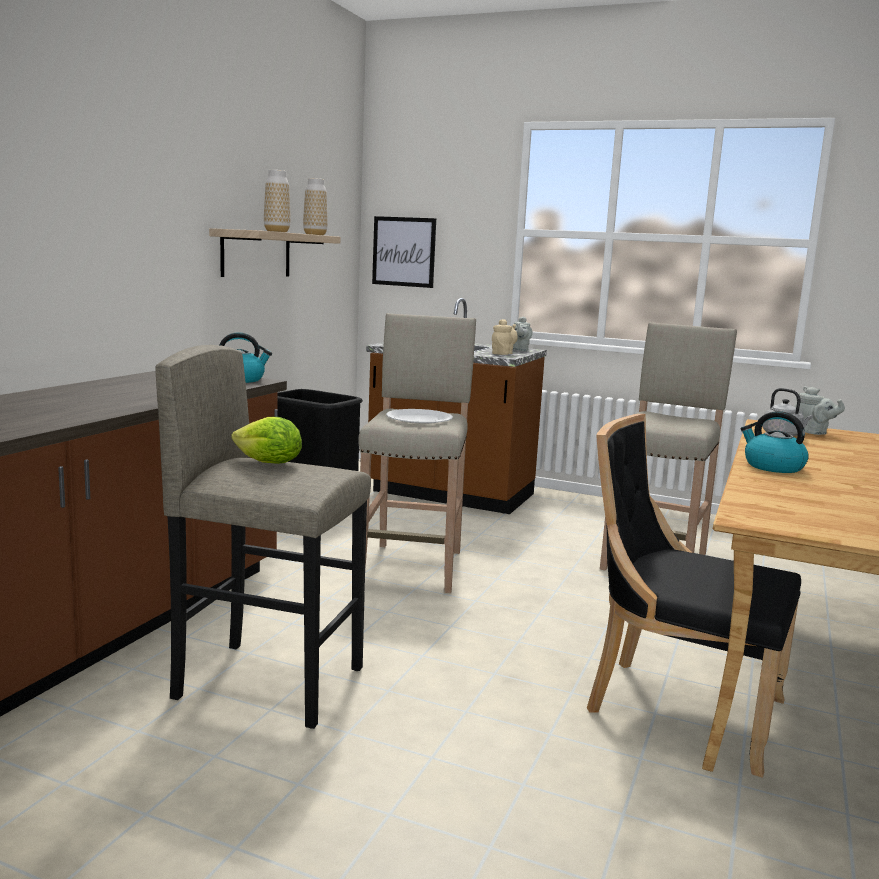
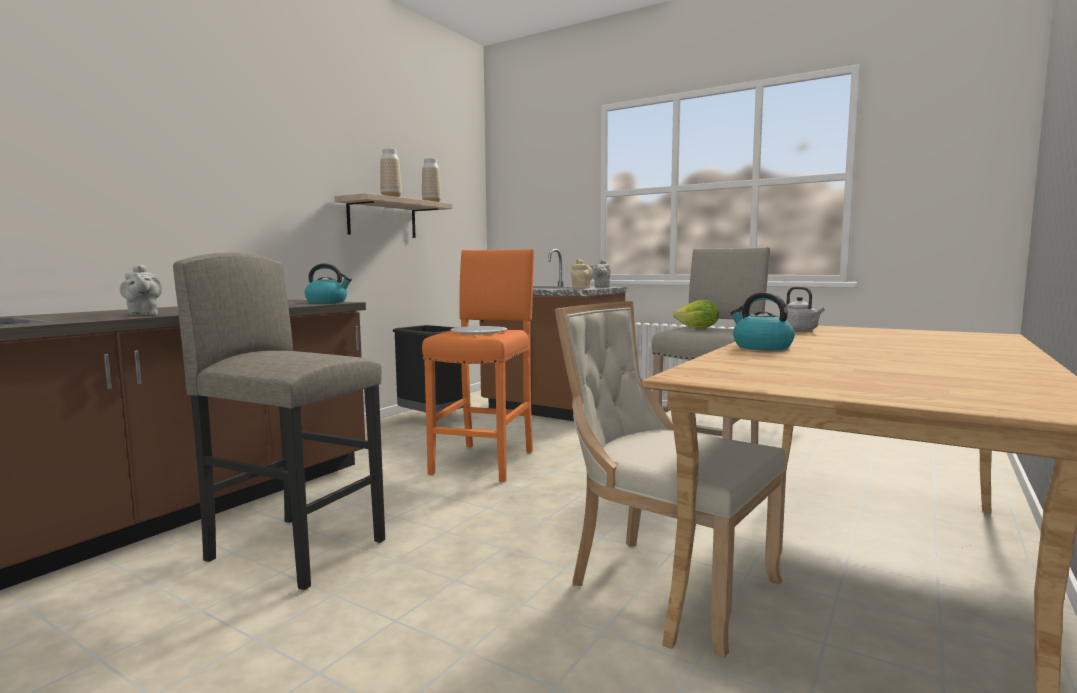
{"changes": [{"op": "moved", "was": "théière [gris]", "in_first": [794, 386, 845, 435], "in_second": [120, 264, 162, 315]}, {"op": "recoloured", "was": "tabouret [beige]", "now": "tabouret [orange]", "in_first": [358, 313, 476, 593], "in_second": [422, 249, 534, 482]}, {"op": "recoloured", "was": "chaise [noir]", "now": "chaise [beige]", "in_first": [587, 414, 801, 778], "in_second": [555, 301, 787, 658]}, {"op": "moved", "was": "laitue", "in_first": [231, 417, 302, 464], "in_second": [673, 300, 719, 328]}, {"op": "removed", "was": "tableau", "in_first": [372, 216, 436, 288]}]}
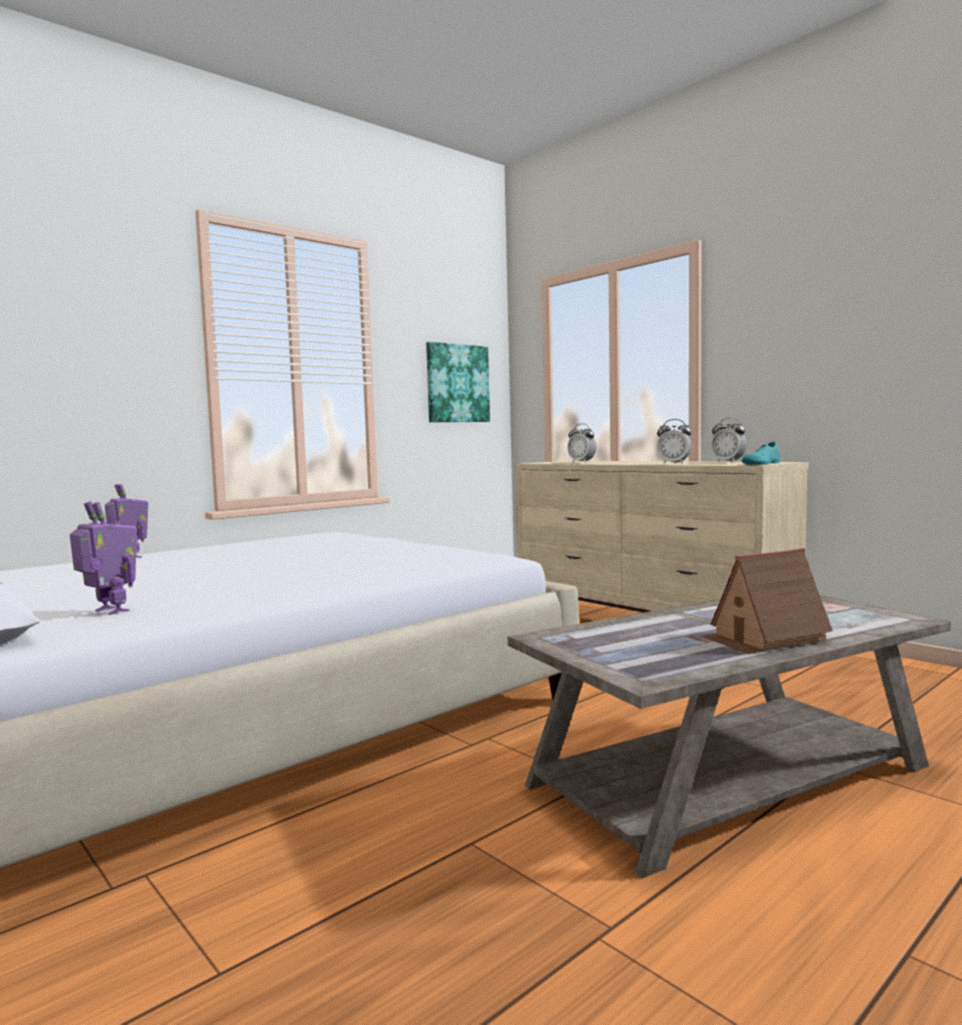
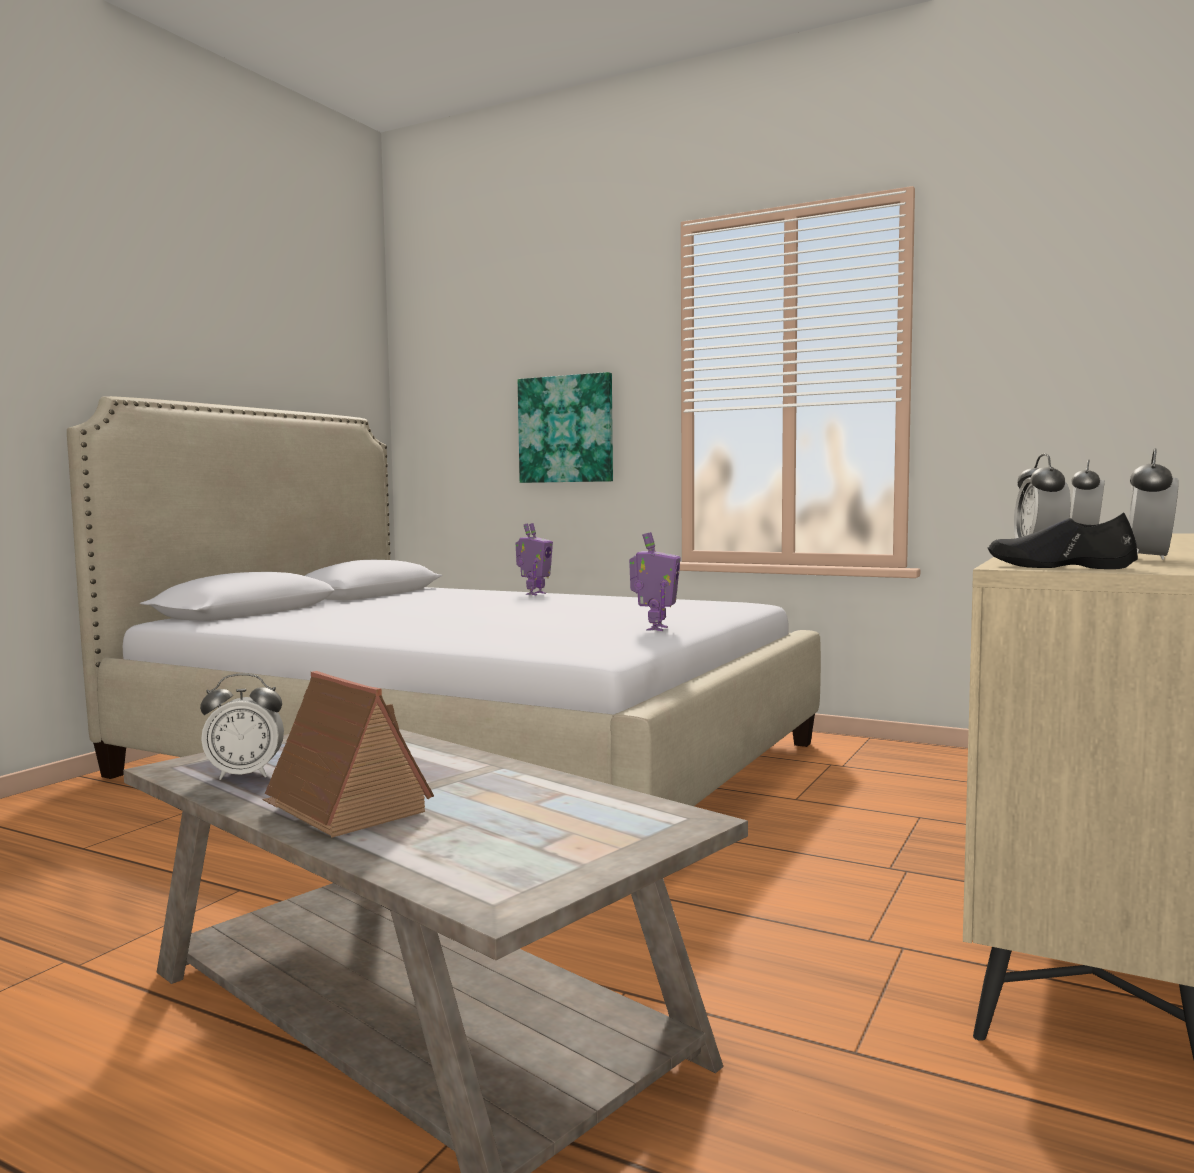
{"changes": [{"op": "added", "now": "réveil", "in_second": [200, 673, 284, 780]}, {"op": "moved", "was": "tableau", "in_first": [426, 342, 490, 422], "in_second": [518, 372, 613, 483]}, {"op": "moved", "was": "robot jouet", "in_first": [70, 501, 137, 615], "in_second": [629, 532, 681, 631]}, {"op": "recoloured", "was": "chaussure [turquoise]", "now": "chaussure [noir]", "in_first": [742, 441, 780, 465], "in_second": [988, 513, 1138, 569]}]}
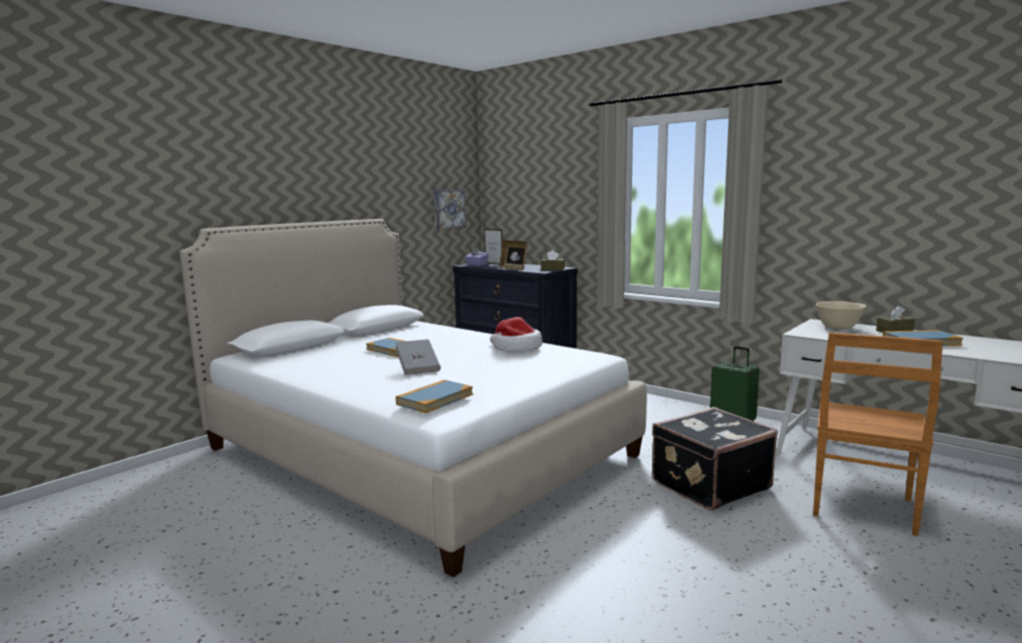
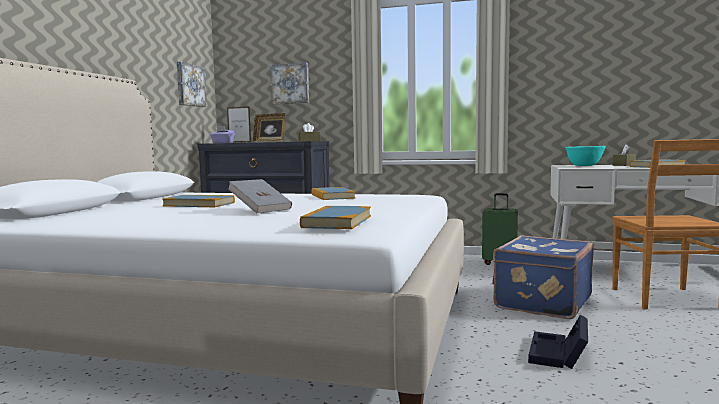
{"changes": [{"op": "added", "now": "tableau", "in_second": [270, 63, 309, 105]}, {"op": "replaced", "was": "chapeau", "now": "livre", "in_first": [490, 317, 542, 352], "in_second": [311, 187, 356, 200]}, {"op": "recoloured", "was": "valise [noir]", "now": "valise [bleu]", "in_first": [652, 407, 778, 510], "in_second": [492, 235, 594, 319]}, {"op": "added", "now": "boîte de rangement [noir]", "in_second": [528, 315, 588, 369]}, {"op": "recoloured", "was": "bol [beige]", "now": "bol [turquoise]", "in_first": [816, 301, 866, 329], "in_second": [566, 146, 606, 166]}]}
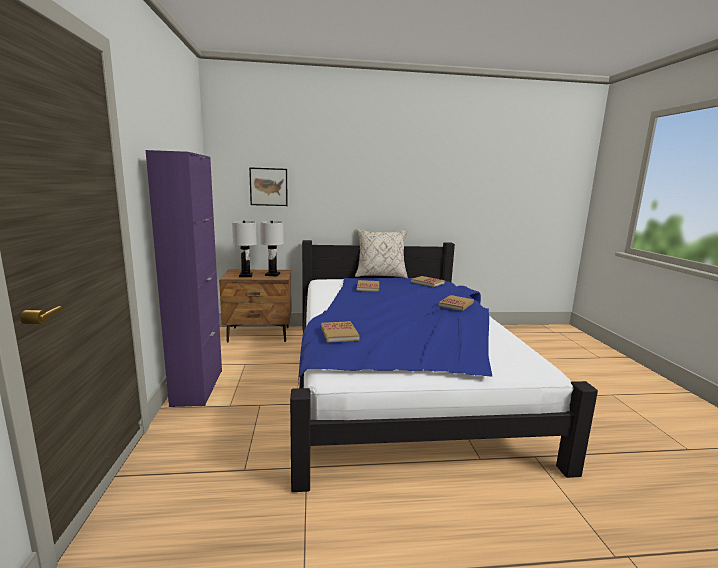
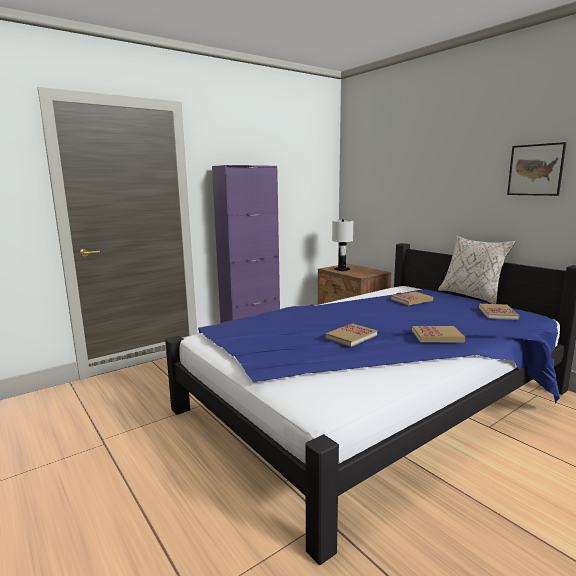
{"changes": [{"op": "moved", "was": "livre", "in_first": [321, 321, 360, 343], "in_second": [325, 323, 377, 347]}, {"op": "moved", "was": "tableau", "in_first": [249, 167, 288, 206], "in_second": [507, 142, 566, 196]}, {"op": "removed", "was": "lampe de table [blanc]", "in_first": [260, 221, 284, 277]}]}
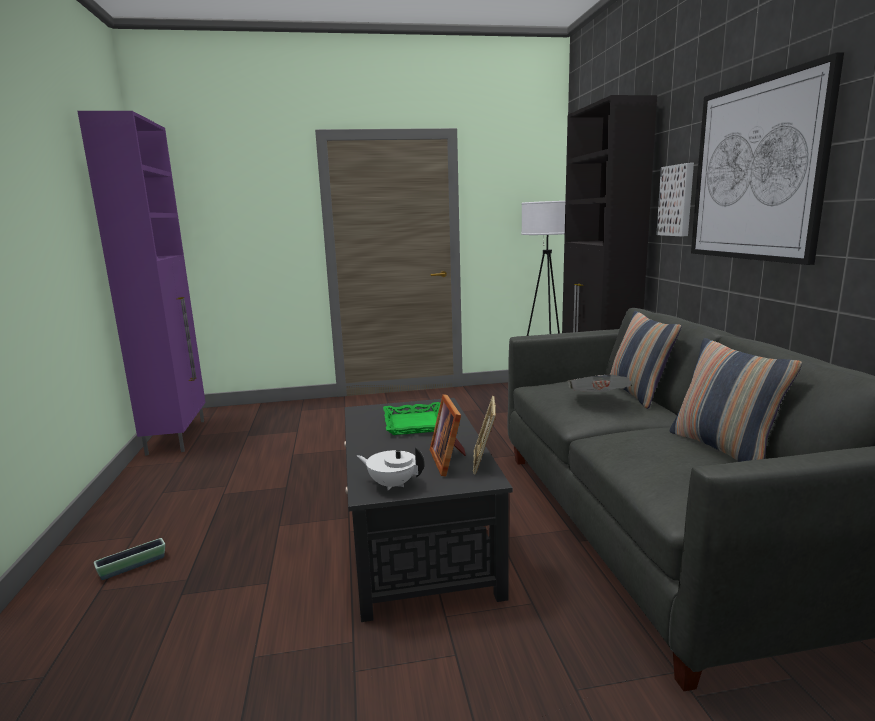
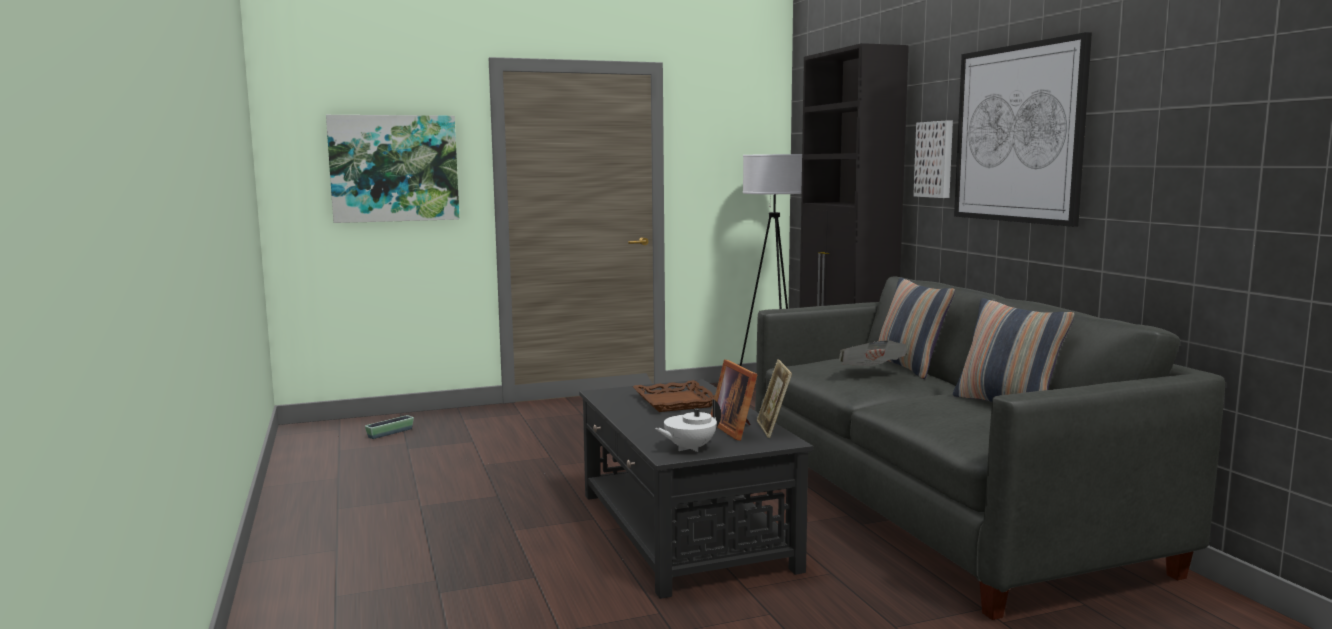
{"changes": [{"op": "added", "now": "tableau", "in_second": [326, 115, 459, 223]}, {"op": "moved", "was": "cache-pot", "in_first": [94, 538, 165, 580], "in_second": [365, 415, 414, 439]}, {"op": "recoloured", "was": "plateau [vert]", "now": "plateau [marron]", "in_first": [383, 402, 440, 435], "in_second": [633, 380, 715, 412]}, {"op": "turned", "was": "théière [blanc]", "in_first": [357, 447, 425, 491], "in_second": [655, 399, 721, 452], "clockwise": -45}, {"op": "removed", "was": "meuble de rangement [violet]", "in_first": [77, 111, 206, 456]}]}
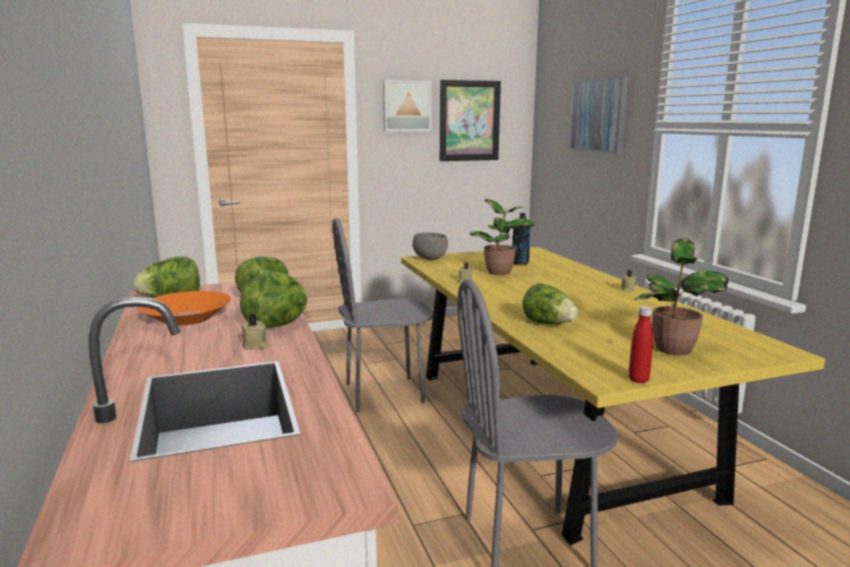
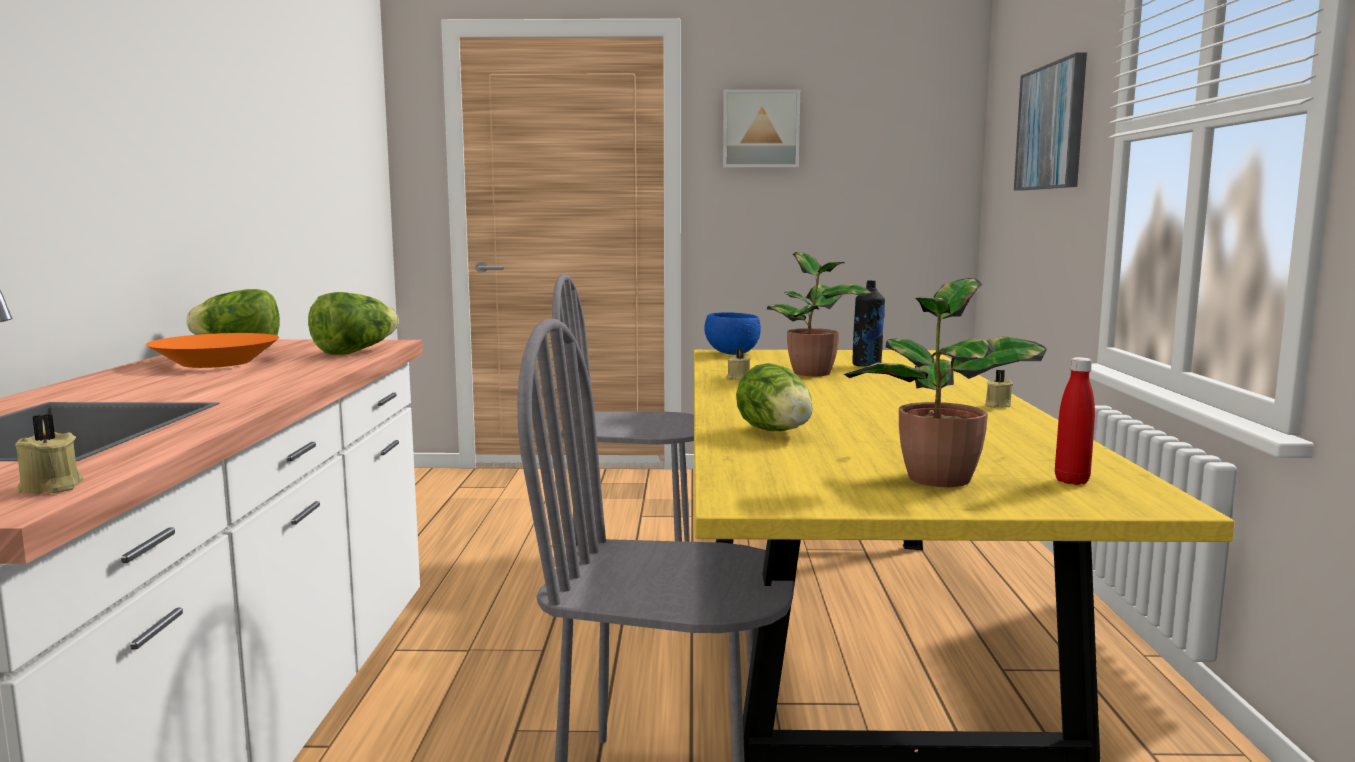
{"changes": [{"op": "moved", "was": "bougie [beige]", "in_first": [241, 314, 269, 350], "in_second": [15, 414, 83, 493]}, {"op": "recoloured", "was": "bol [gris]", "now": "bol [bleu]", "in_first": [413, 232, 448, 260], "in_second": [704, 312, 761, 355]}, {"op": "moved", "was": "bouteille [rouge]", "in_first": [628, 306, 653, 383], "in_second": [1055, 357, 1095, 485]}, {"op": "removed", "was": "laitue", "in_first": [240, 272, 308, 328]}, {"op": "removed", "was": "tableau", "in_first": [440, 80, 501, 161]}]}
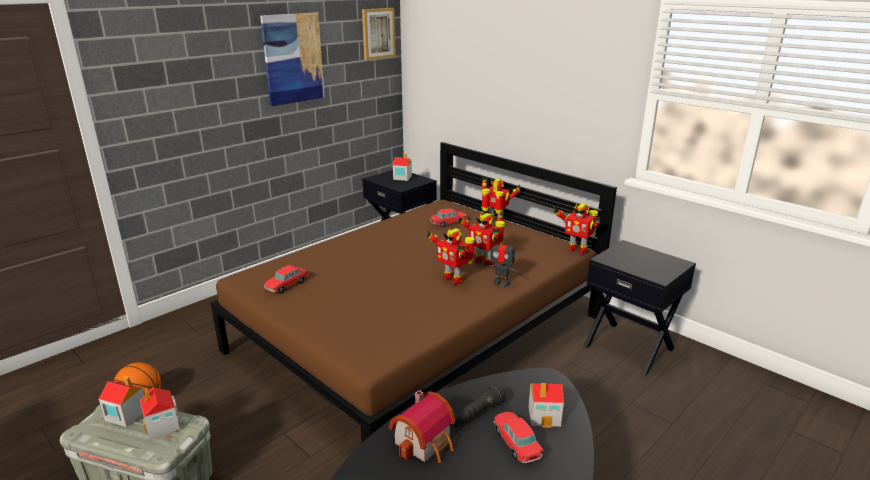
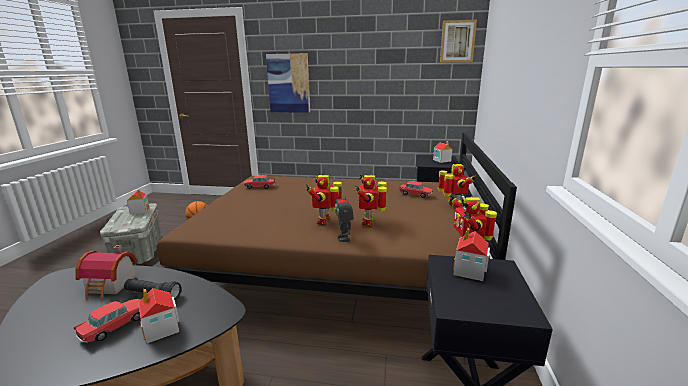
{"changes": [{"op": "moved", "was": "tableau", "in_first": [260, 12, 325, 106], "in_second": [266, 53, 310, 113]}, {"op": "moved", "was": "maison miniature", "in_first": [140, 387, 180, 440], "in_second": [453, 228, 490, 281]}]}
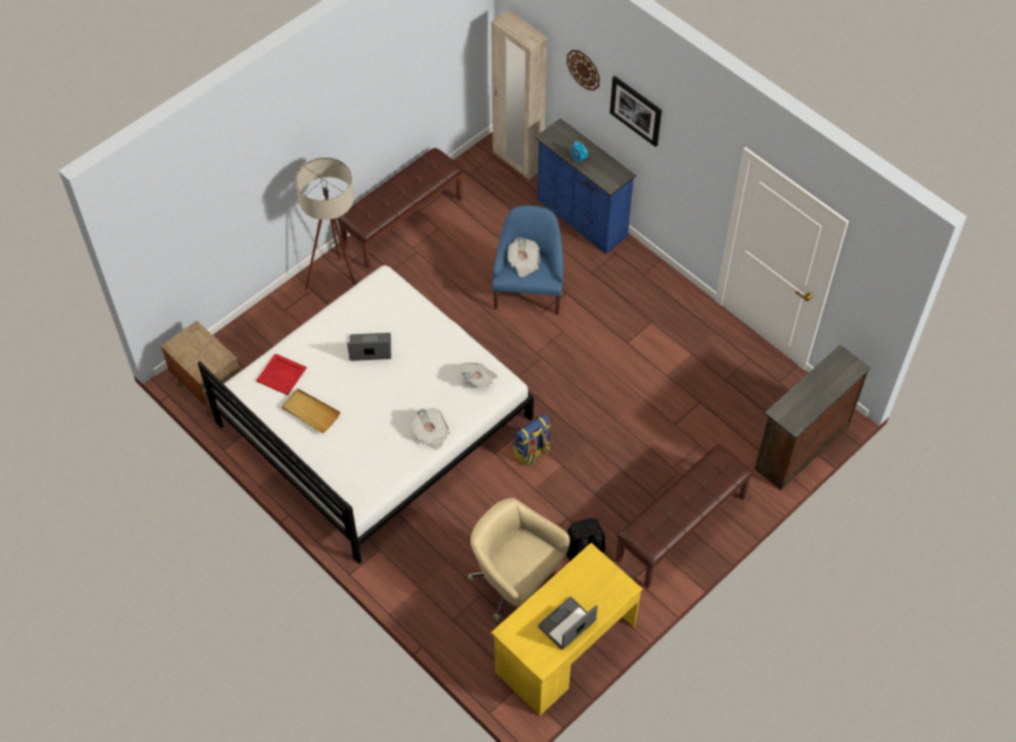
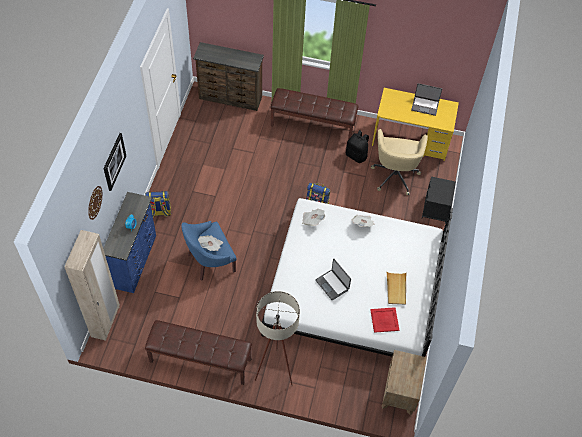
{"changes": [{"op": "added", "now": "sac à dos", "in_second": [145, 191, 171, 217]}, {"op": "added", "now": "table de chevet [noir]", "in_second": [422, 176, 456, 224]}]}
